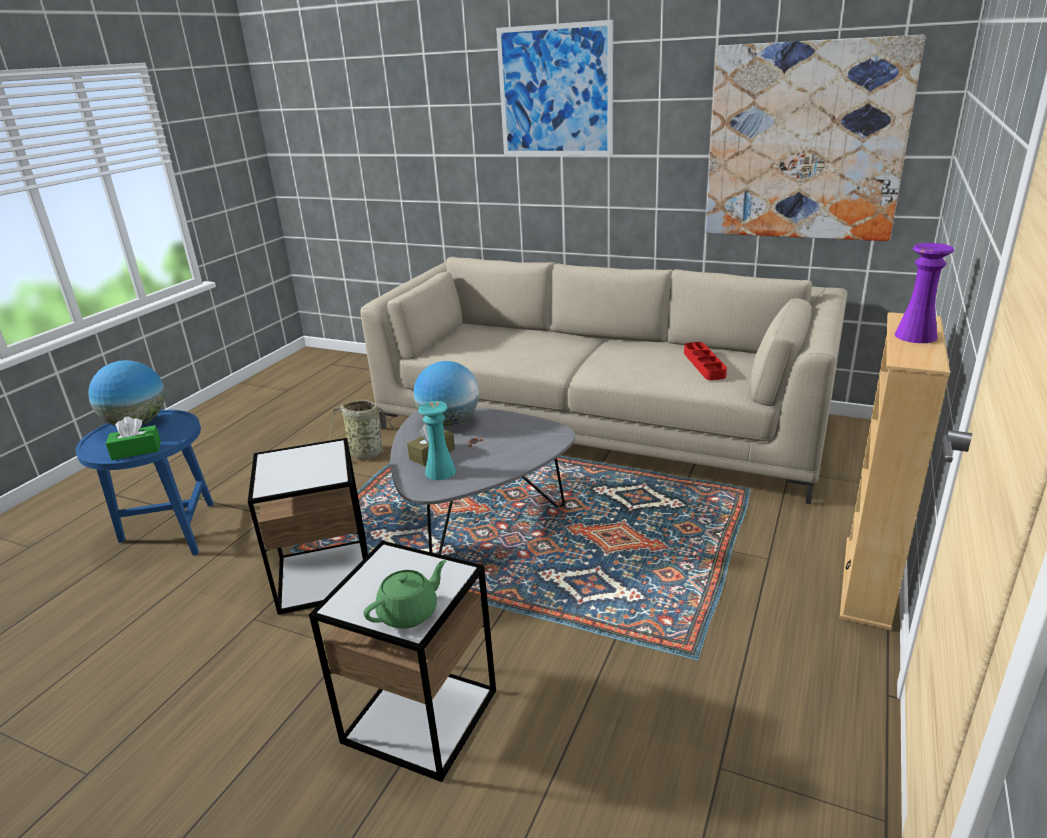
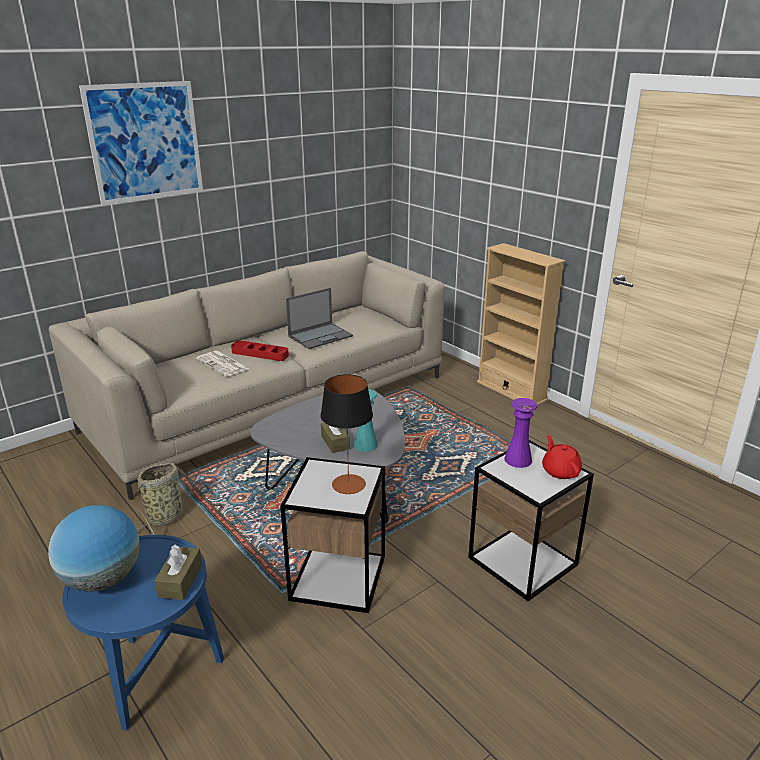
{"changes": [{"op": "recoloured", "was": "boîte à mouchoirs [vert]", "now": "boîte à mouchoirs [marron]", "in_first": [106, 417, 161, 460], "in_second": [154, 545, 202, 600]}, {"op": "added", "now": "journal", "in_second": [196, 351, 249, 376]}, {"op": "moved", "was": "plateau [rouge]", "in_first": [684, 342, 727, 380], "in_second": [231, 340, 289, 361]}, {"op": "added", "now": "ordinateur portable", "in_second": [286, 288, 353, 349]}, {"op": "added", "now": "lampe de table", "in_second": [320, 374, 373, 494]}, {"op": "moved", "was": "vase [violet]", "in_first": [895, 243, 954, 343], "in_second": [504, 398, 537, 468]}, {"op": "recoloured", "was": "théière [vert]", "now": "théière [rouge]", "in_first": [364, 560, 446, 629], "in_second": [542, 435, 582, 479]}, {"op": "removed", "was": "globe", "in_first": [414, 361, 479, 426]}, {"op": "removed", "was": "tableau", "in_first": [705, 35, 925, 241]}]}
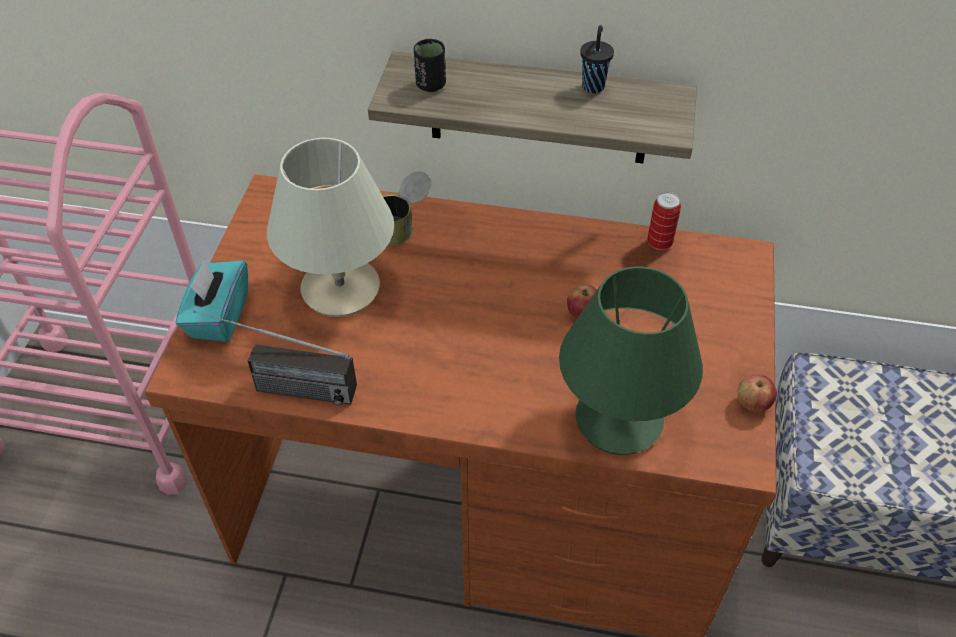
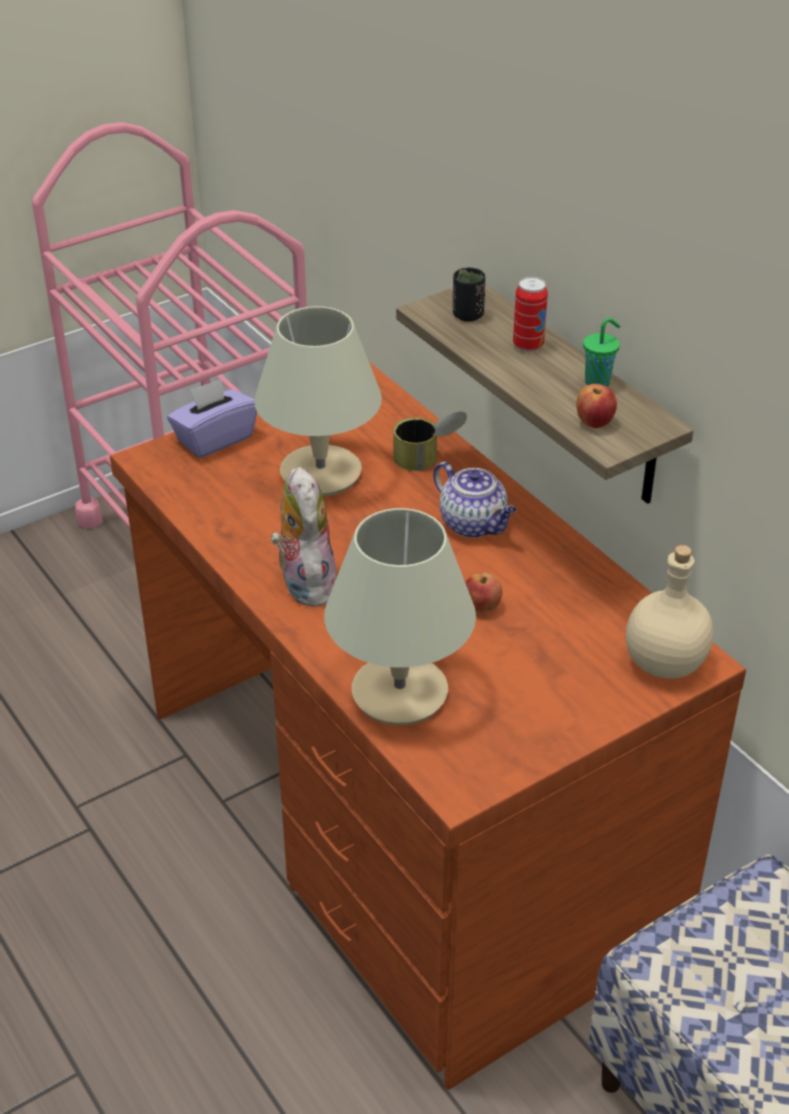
{"changes": [{"op": "recoloured", "was": "boîte à mouchoirs [turquoise]", "now": "boîte à mouchoirs [violet]", "in_first": [175, 260, 248, 342], "in_second": [167, 379, 257, 458]}, {"op": "added", "now": "peluche", "in_second": [270, 466, 337, 607]}, {"op": "recoloured", "was": "lampe de table [vert]", "now": "lampe de table [beige]", "in_first": [559, 266, 703, 455], "in_second": [324, 508, 476, 726]}, {"op": "added", "now": "théière", "in_second": [433, 461, 517, 538]}, {"op": "moved", "was": "boîte métallique", "in_first": [647, 192, 681, 250], "in_second": [513, 277, 548, 352]}, {"op": "moved", "was": "pomme", "in_first": [738, 374, 777, 412], "in_second": [576, 384, 617, 428]}, {"op": "recoloured", "was": "tasse [noir]", "now": "tasse [vert]", "in_first": [581, 25, 614, 93], "in_second": [583, 318, 620, 387]}, {"op": "added", "now": "bouteille [beige]", "in_second": [626, 545, 713, 679]}, {"op": "removed", "was": "radio", "in_first": [193, 310, 357, 406]}]}
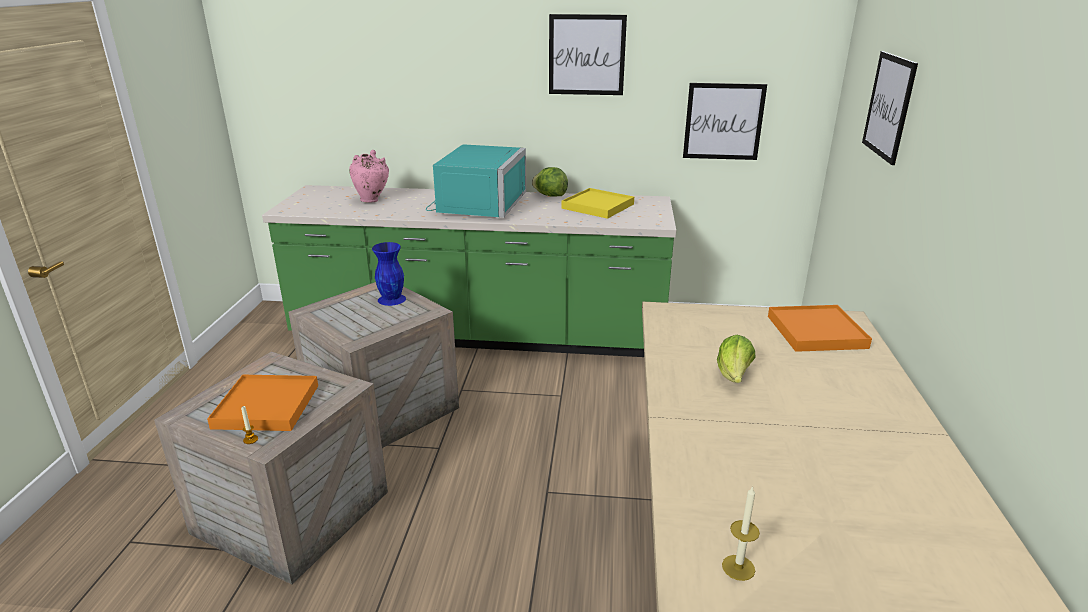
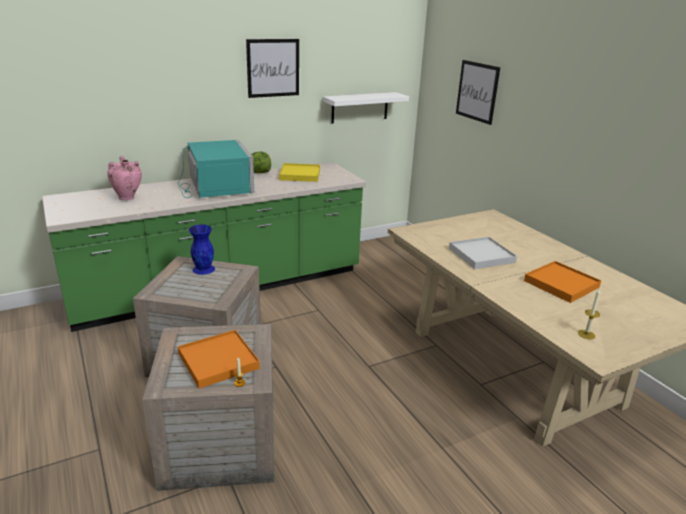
{"changes": [{"op": "replaced", "was": "tableau", "now": "étagère [blanc]", "in_first": [683, 83, 767, 160], "in_second": [323, 92, 409, 123]}, {"op": "replaced", "was": "laitue", "now": "plateau [blanc]", "in_first": [717, 335, 756, 383], "in_second": [449, 237, 517, 269]}, {"op": "moved", "was": "plateau [orange]", "in_first": [768, 305, 872, 352], "in_second": [524, 261, 601, 303]}]}
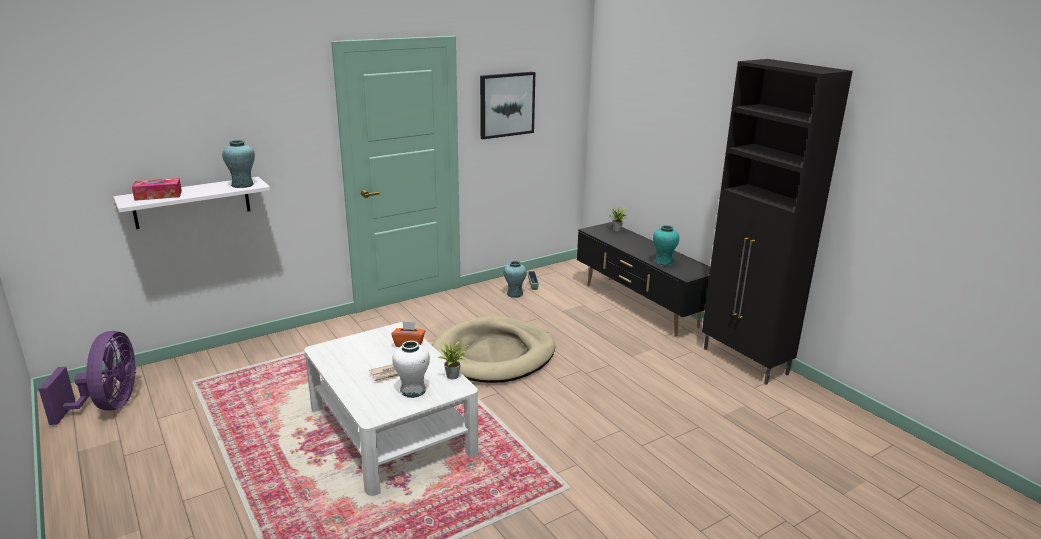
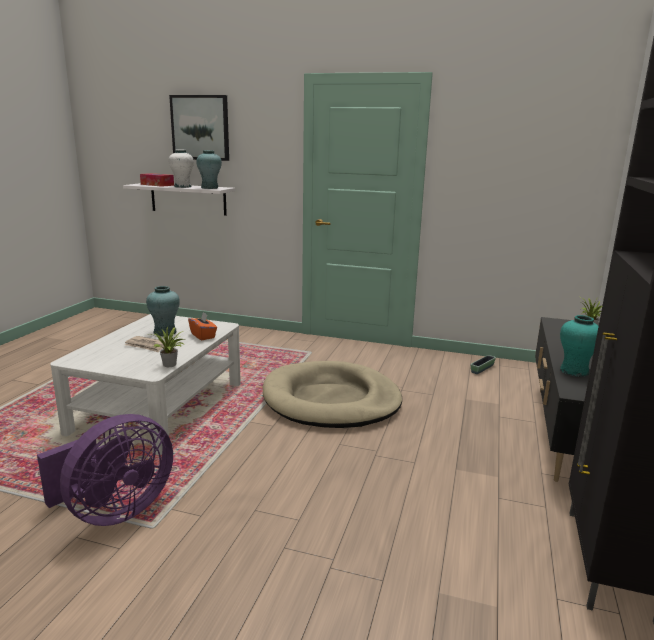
{"changes": [{"op": "moved", "was": "ventilateur [violet]", "in_first": [39, 331, 136, 425], "in_second": [37, 414, 173, 526]}, {"op": "moved", "was": "vase [turquoise]", "in_first": [503, 261, 527, 298], "in_second": [146, 286, 180, 336]}, {"op": "moved", "was": "vase [blanc]", "in_first": [392, 341, 430, 398], "in_second": [168, 150, 194, 188]}, {"op": "moved", "was": "tableau", "in_first": [480, 72, 535, 139], "in_second": [169, 95, 229, 161]}]}
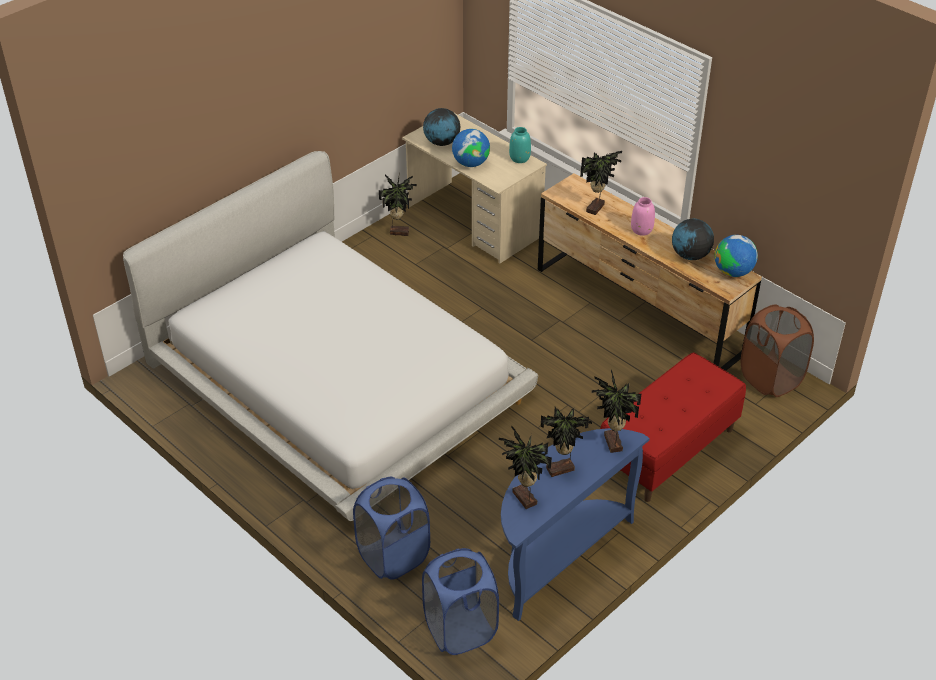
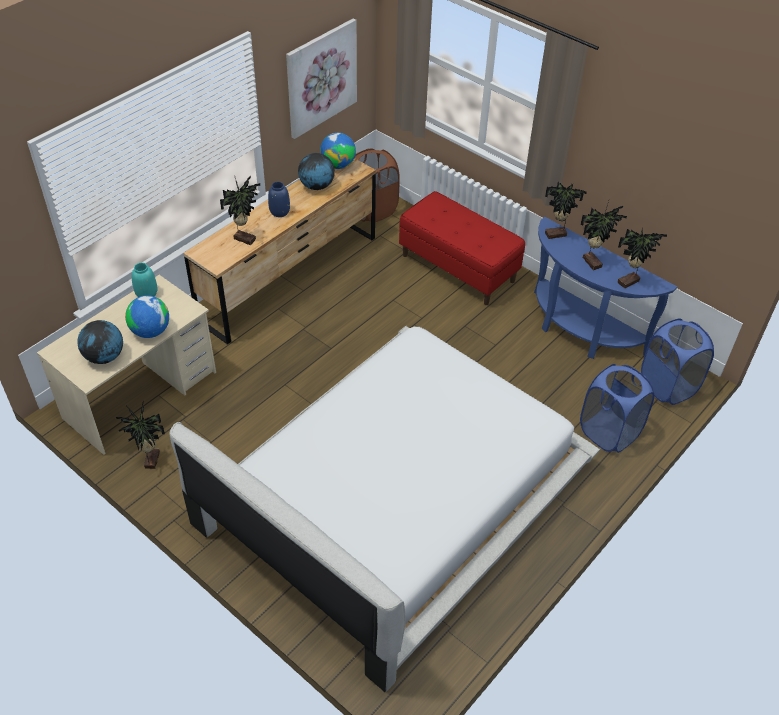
{"changes": [{"op": "recoloured", "was": "vase [rose]", "now": "vase [bleu]", "in_first": [631, 197, 655, 236], "in_second": [268, 182, 290, 217]}, {"op": "added", "now": "tableau", "in_second": [286, 18, 357, 139]}]}
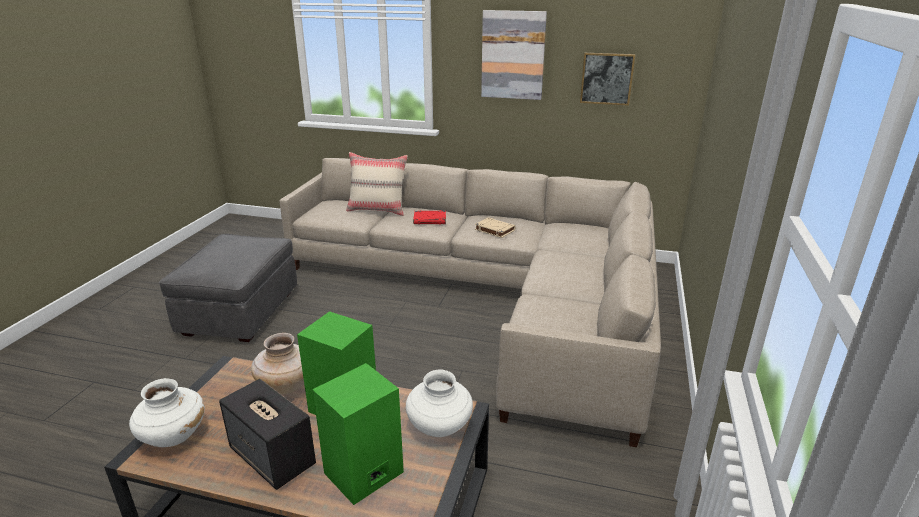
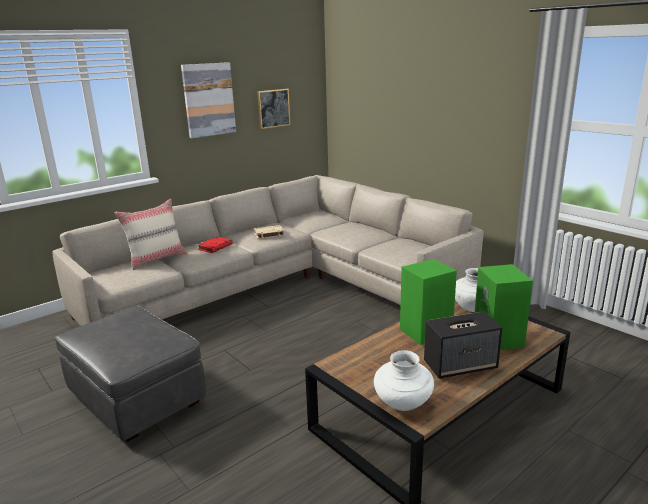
{"changes": [{"op": "removed", "was": "vase [beige]", "in_first": [251, 333, 304, 394]}]}
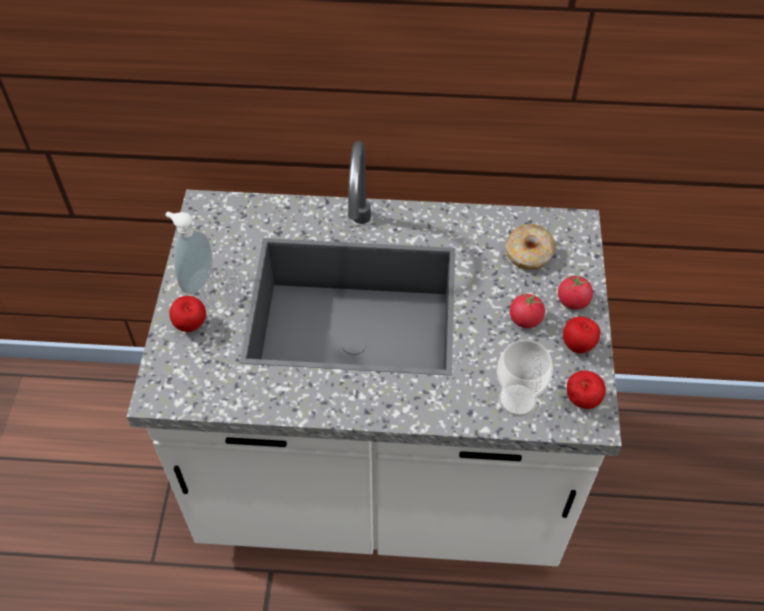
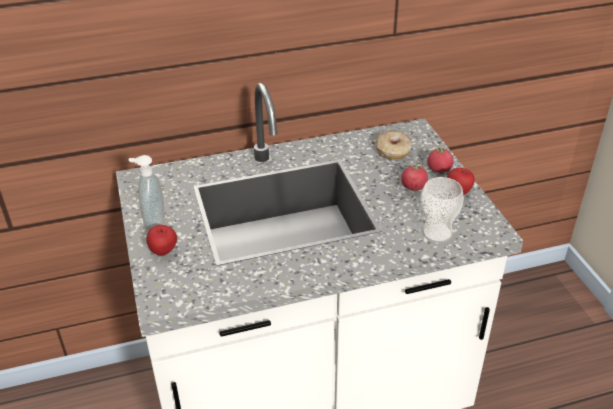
{"changes": [{"op": "removed", "was": "pomme", "in_first": [567, 371, 606, 409]}]}
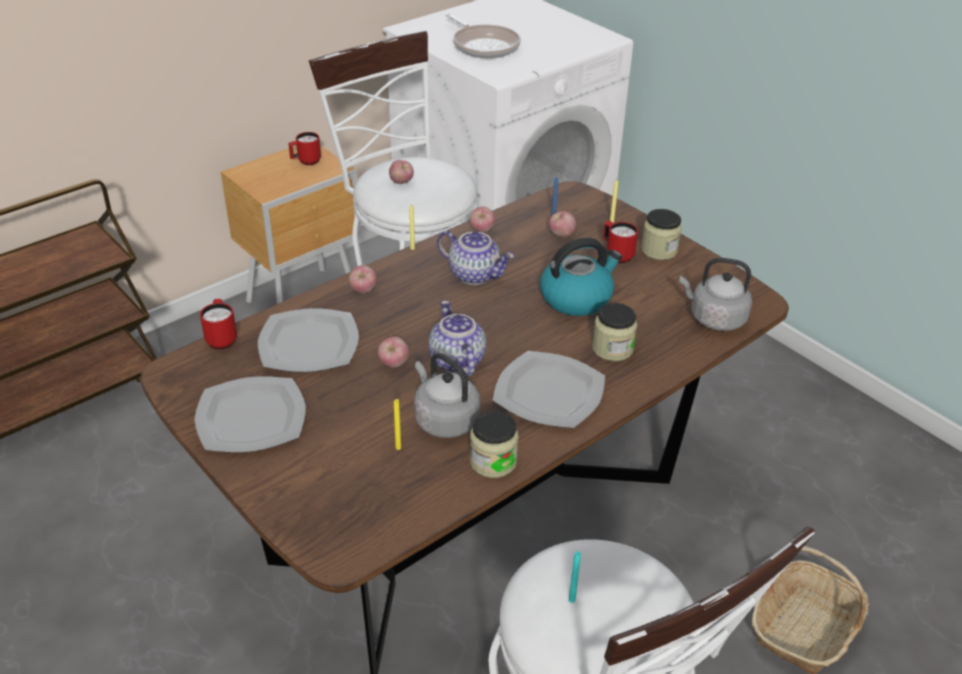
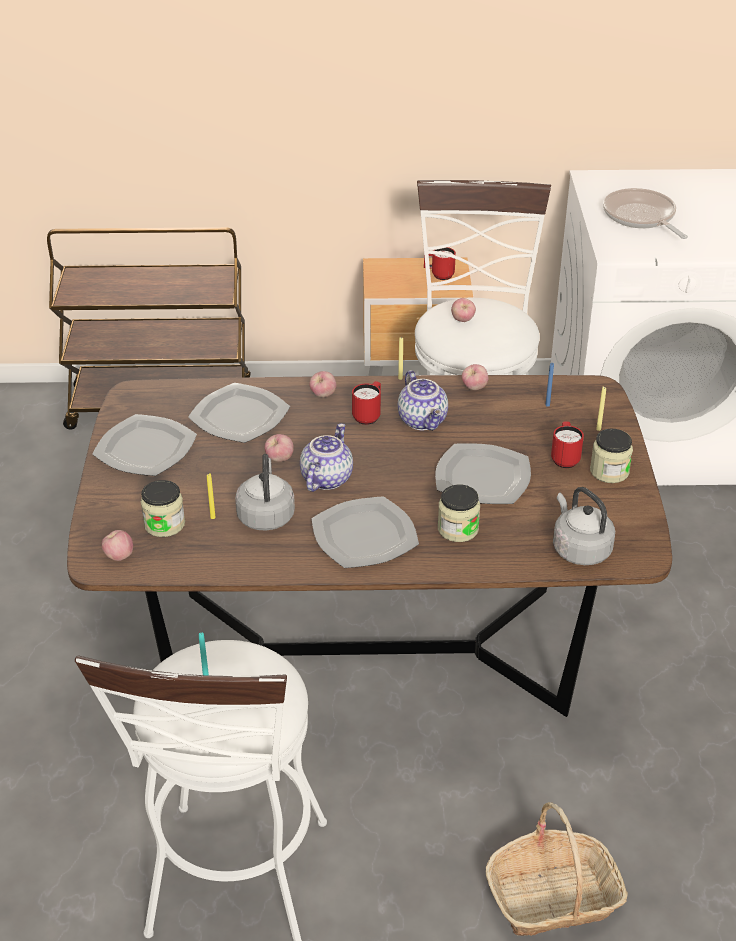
{"changes": [{"op": "moved", "was": "pomme", "in_first": [549, 211, 576, 237], "in_second": [101, 530, 133, 561]}, {"op": "moved", "was": "bocal", "in_first": [470, 411, 518, 478], "in_second": [141, 480, 185, 537]}, {"op": "moved", "was": "mug [rouge]", "in_first": [200, 299, 237, 349], "in_second": [352, 381, 381, 425]}, {"op": "replaced", "was": "bouilloire", "now": "assiette", "in_first": [540, 238, 622, 316], "in_second": [435, 443, 531, 504]}, {"op": "turned", "was": "poêle", "in_first": [446, 13, 521, 58], "in_second": [603, 188, 688, 239], "clockwise": 150}]}
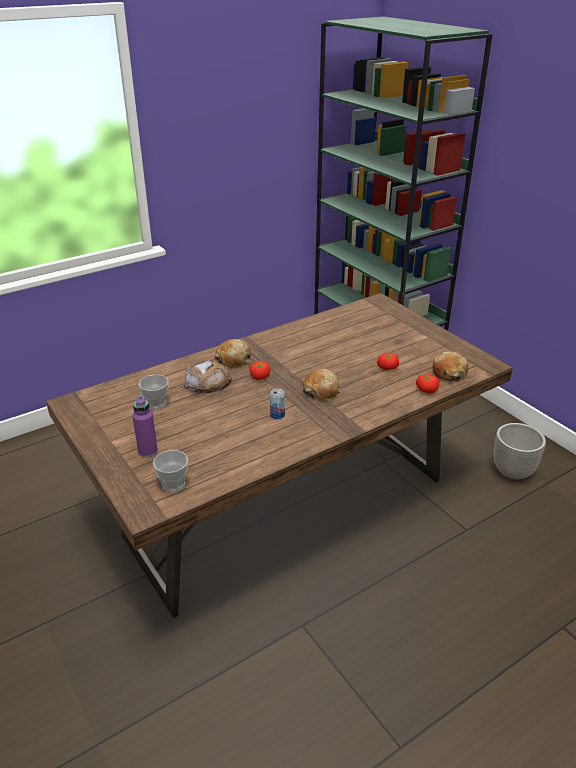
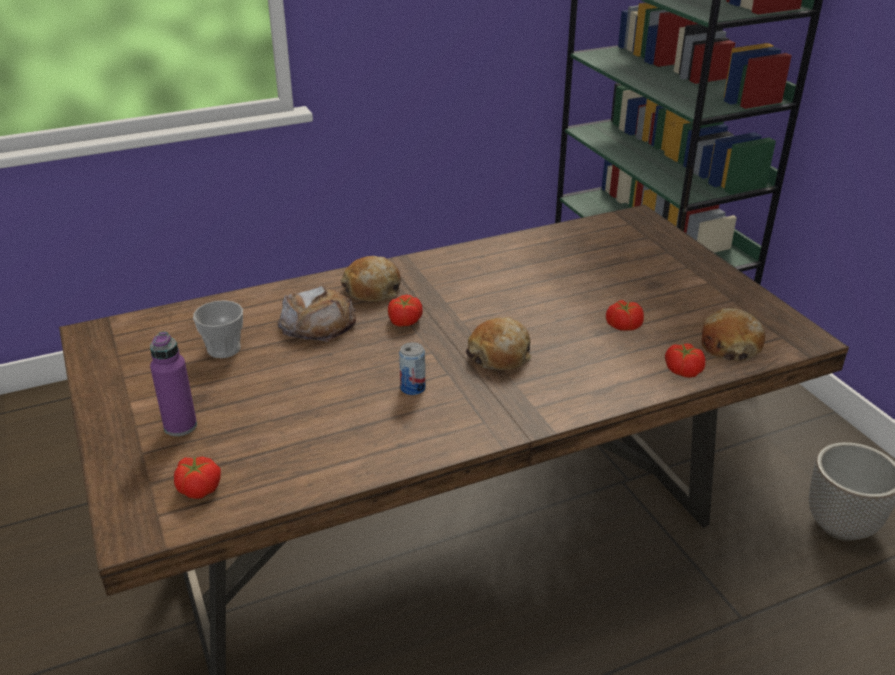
{"changes": [{"op": "replaced", "was": "tasse", "now": "tomate", "in_first": [153, 450, 188, 492], "in_second": [174, 456, 221, 499]}]}
